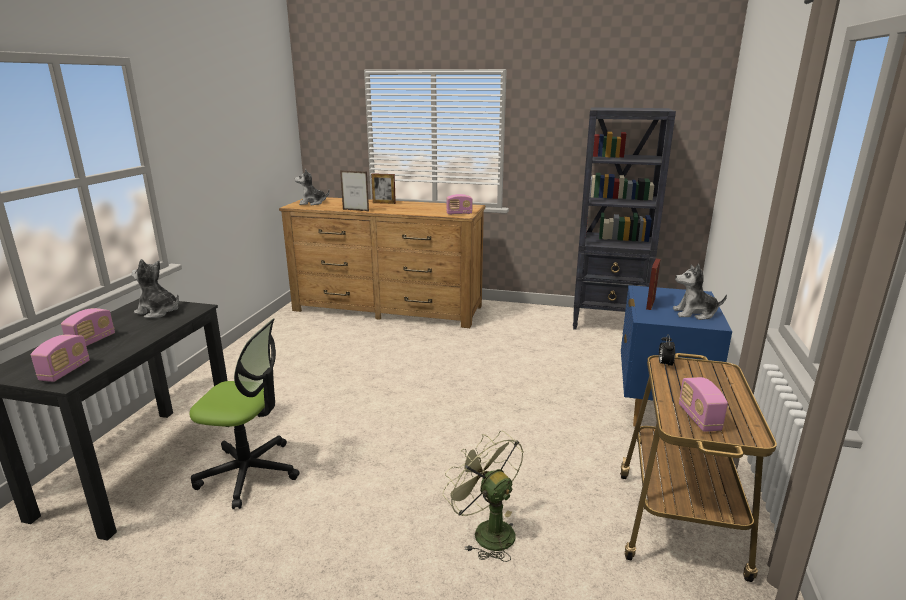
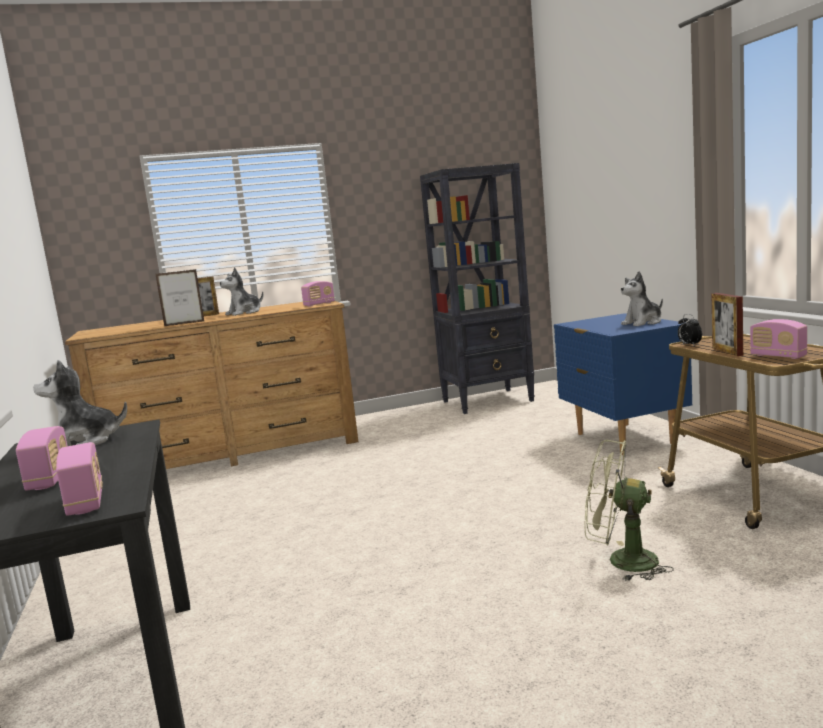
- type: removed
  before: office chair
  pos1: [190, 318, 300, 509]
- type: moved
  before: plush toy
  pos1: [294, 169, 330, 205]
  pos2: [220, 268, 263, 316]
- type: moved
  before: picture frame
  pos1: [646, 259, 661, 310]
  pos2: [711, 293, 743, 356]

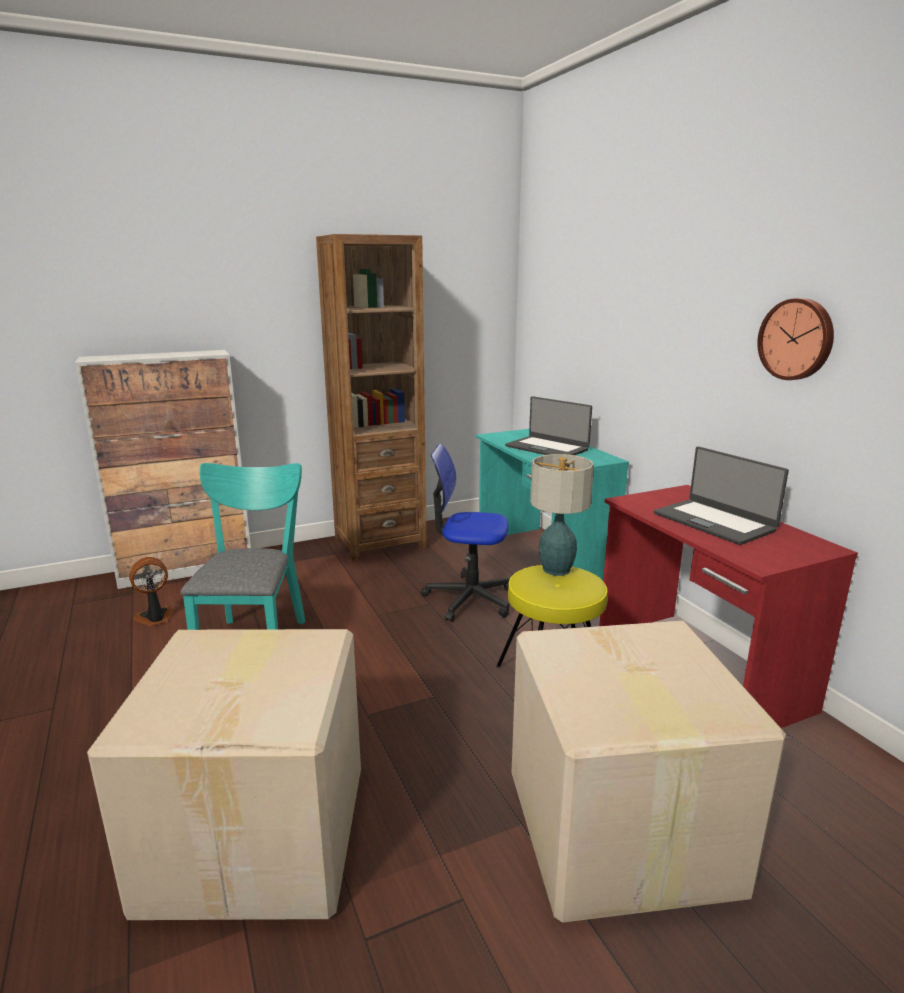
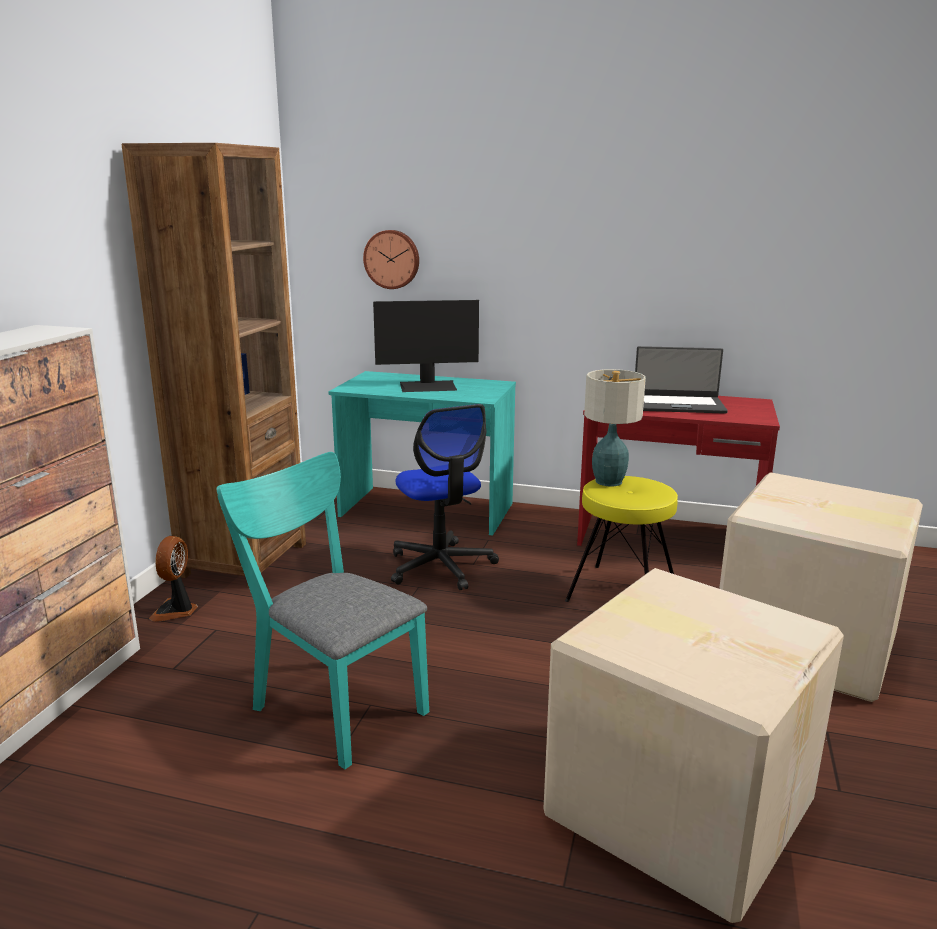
- type: moved
  before: fan
  pos1: [129, 557, 174, 626]
  pos2: [149, 536, 198, 621]
- type: moved
  before: wall clock
  pos1: [757, 298, 834, 380]
  pos2: [363, 230, 419, 289]
- type: replaced
  before: laptop
  after: monitor
  pos1: [505, 396, 592, 455]
  pos2: [373, 300, 479, 392]
- type: turned
  before: office chair
  pos1: [421, 444, 511, 622]
  pos2: [391, 404, 499, 590]
  turn: -75

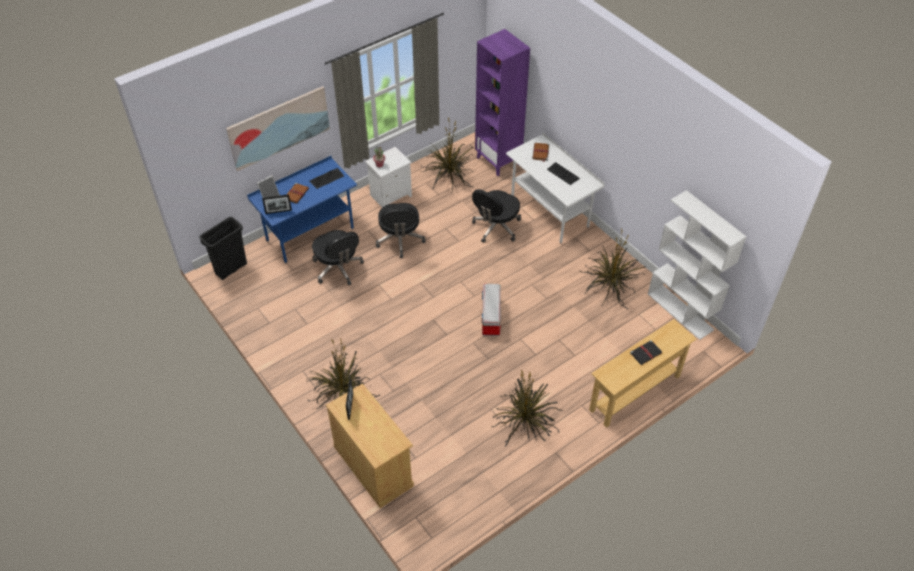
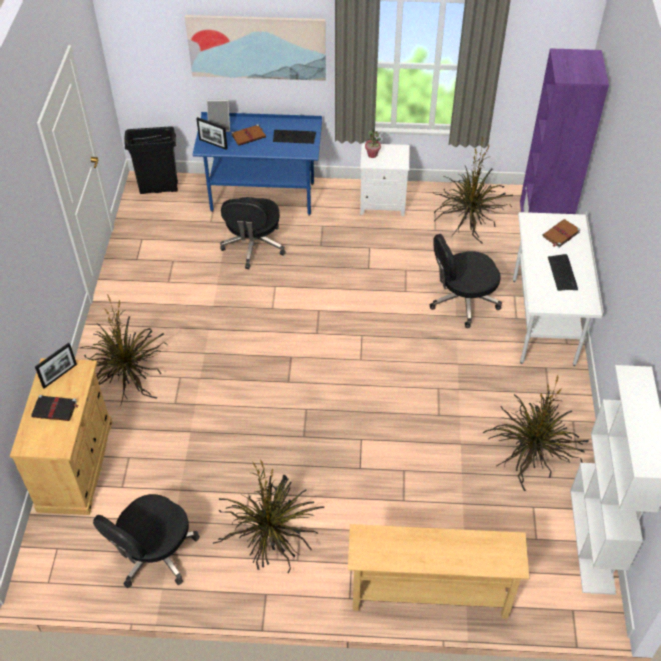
- type: removed
  before: storage box
  pos1: [482, 284, 501, 336]
- type: moved
  before: black office chair
  pos1: [376, 203, 426, 258]
  pos2: [93, 494, 200, 588]
- type: moved
  before: black book
  pos1: [630, 340, 662, 365]
  pos2: [31, 395, 79, 421]

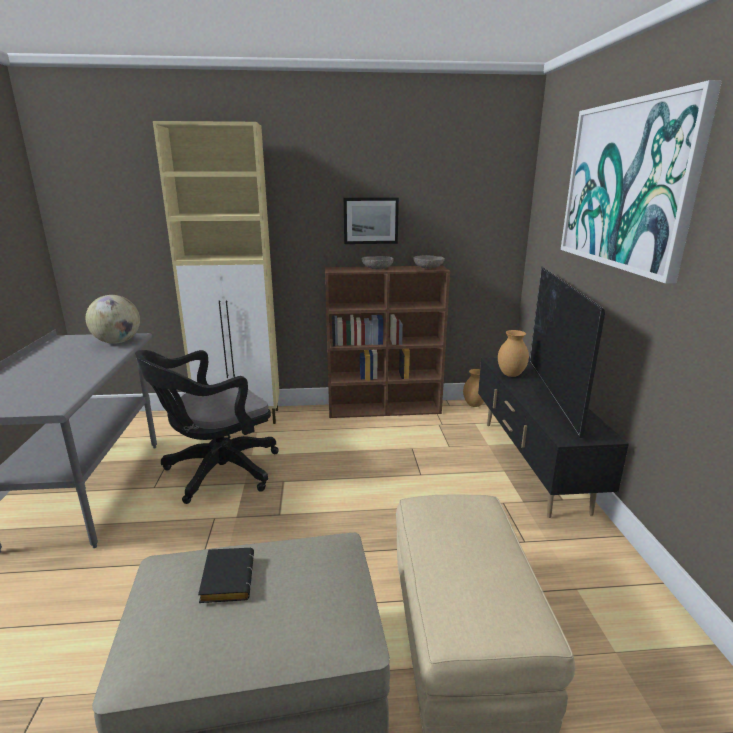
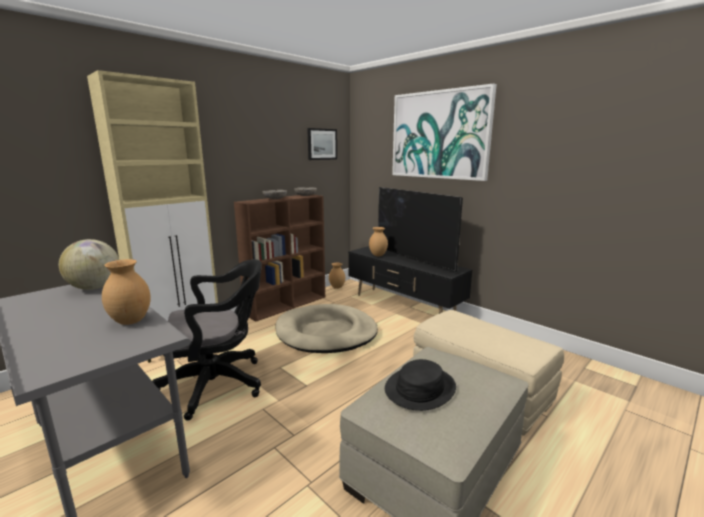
- type: added
  after: brown vase
  pos2: [102, 259, 151, 325]
- type: added
  after: beige dog bed
  pos2: [275, 304, 378, 353]
- type: moved
  before: picture
  pos1: [344, 197, 399, 244]
  pos2: [307, 128, 337, 160]
- type: replaced
  before: black book
  after: black hat
  pos1: [198, 548, 254, 603]
  pos2: [385, 359, 456, 411]
- type: turned
  before: black office chair
  pos1: [135, 350, 279, 504]
  pos2: [152, 259, 262, 421]
  turn: -120

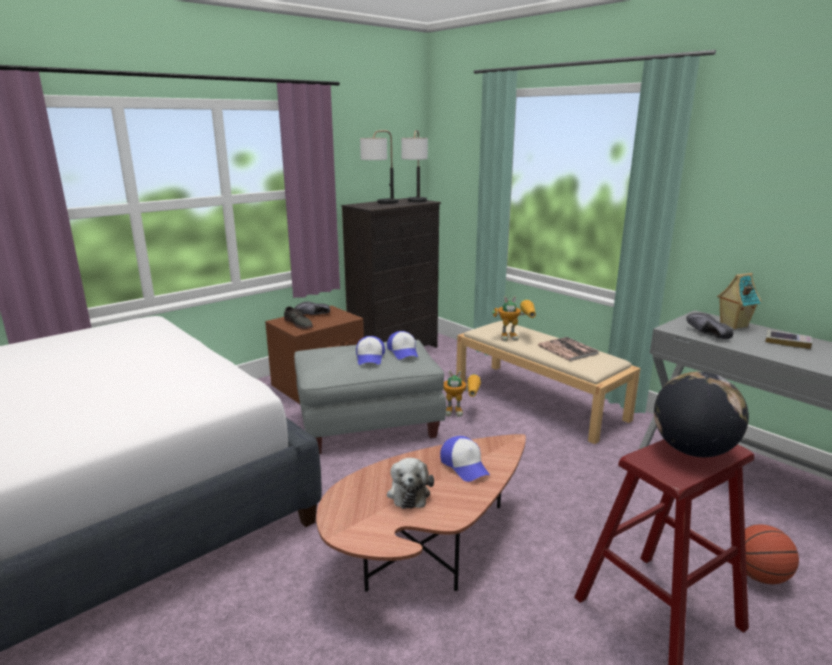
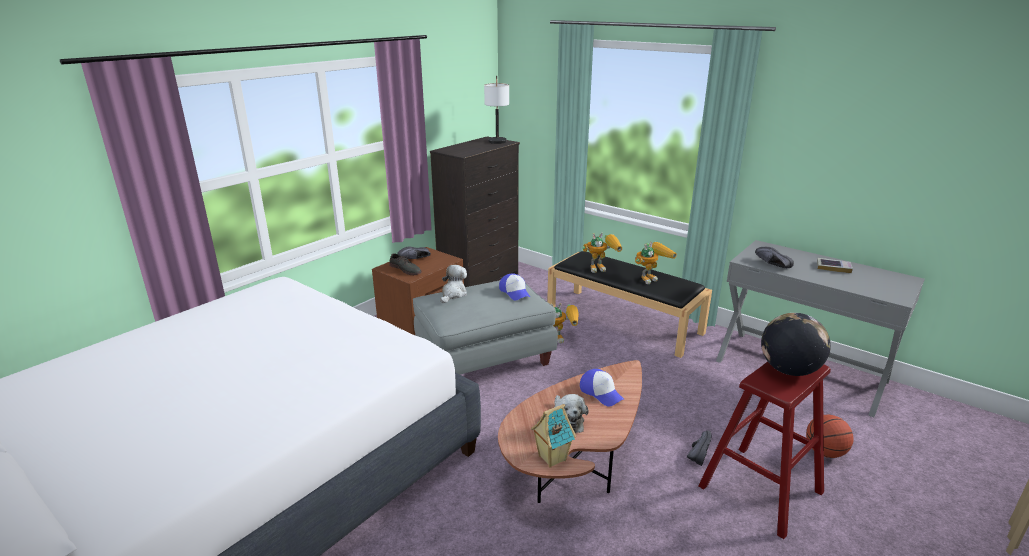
- type: removed
  before: cap
  pos1: [356, 336, 385, 365]
- type: removed
  before: table lamp
  pos1: [360, 130, 398, 204]
- type: added
  after: plush toy
  pos2: [440, 265, 467, 303]
- type: added
  after: black shoe
  pos2: [687, 430, 712, 466]
- type: moved
  before: toy house
  pos1: [717, 273, 762, 329]
  pos2: [531, 404, 576, 468]
- type: replaced
  before: book
  after: toy robot
  pos1: [538, 337, 599, 361]
  pos2: [635, 241, 677, 284]
- type: recoloured
  before: beige bench
  after: black bench
  pos1: [456, 321, 640, 444]
  pos2: [547, 251, 712, 358]

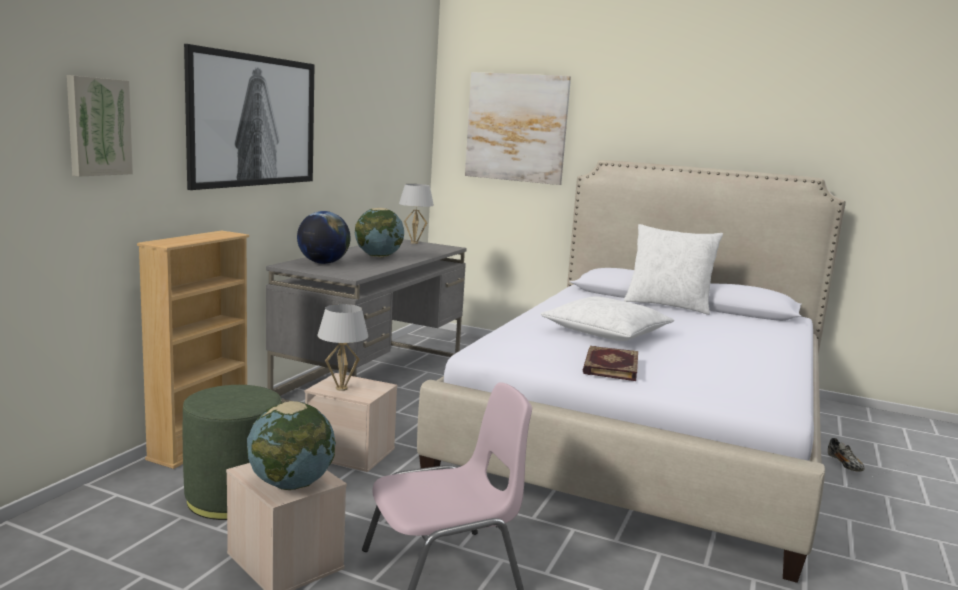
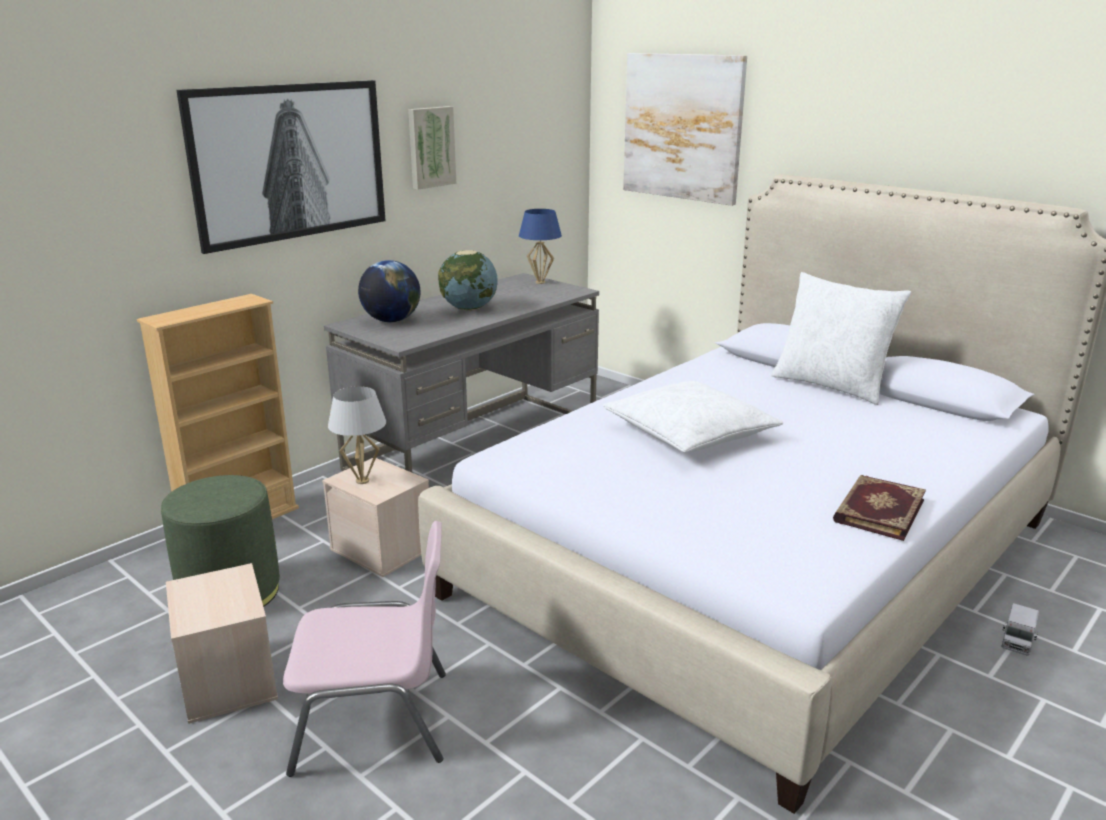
- type: removed
  before: globe
  pos1: [247, 401, 336, 490]
- type: moved
  before: picture
  pos1: [67, 75, 133, 177]
  pos2: [408, 106, 456, 190]
- type: moved
  before: book
  pos1: [583, 346, 638, 381]
  pos2: [833, 475, 926, 541]
- type: replaced
  before: shoe
  after: toy truck
  pos1: [828, 438, 865, 472]
  pos2: [1002, 603, 1039, 656]
- type: recoloured
  before: white table lamp
  after: blue table lamp
  pos1: [399, 184, 434, 244]
  pos2: [519, 209, 562, 284]

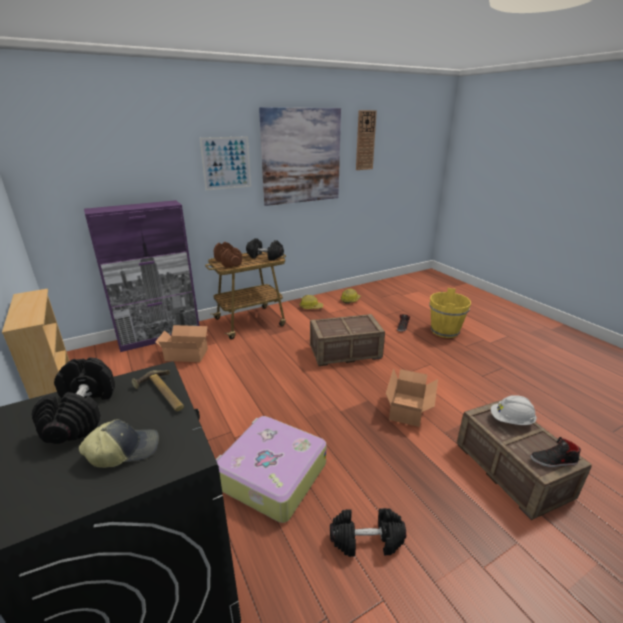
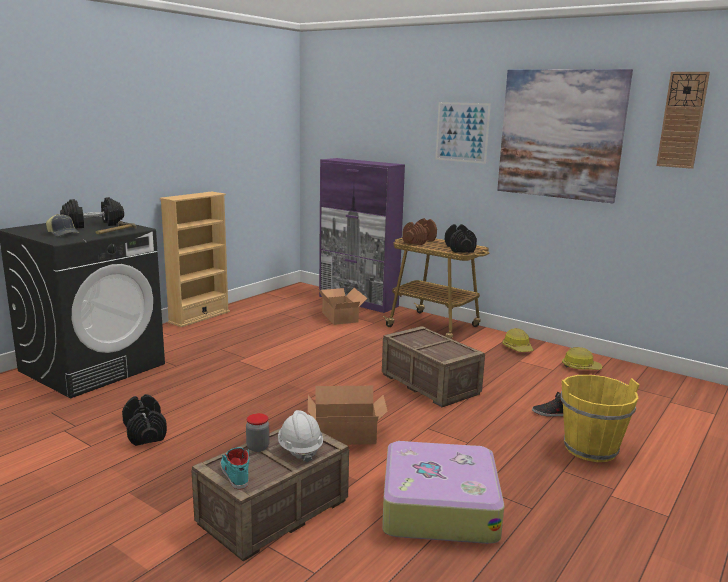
- type: added
  after: jar
  pos2: [246, 413, 270, 452]
- type: moved
  before: suitcase
  pos1: [216, 416, 327, 523]
  pos2: [382, 441, 504, 544]
- type: recoloured
  before: black shoe
  after: turquoise shoe
  pos1: [530, 437, 581, 467]
  pos2: [221, 447, 249, 489]

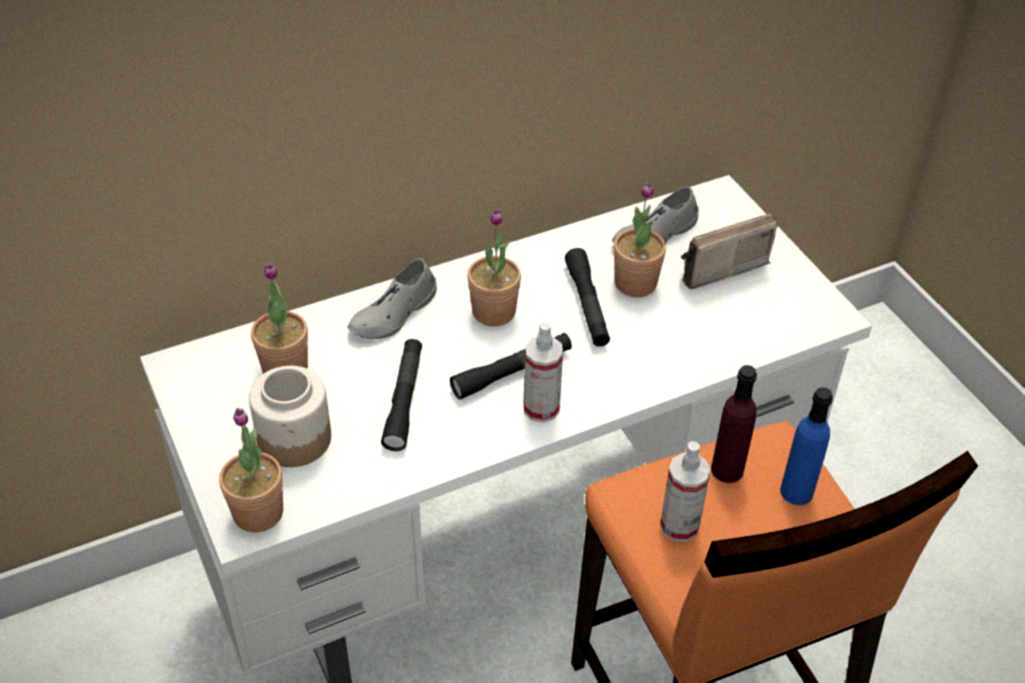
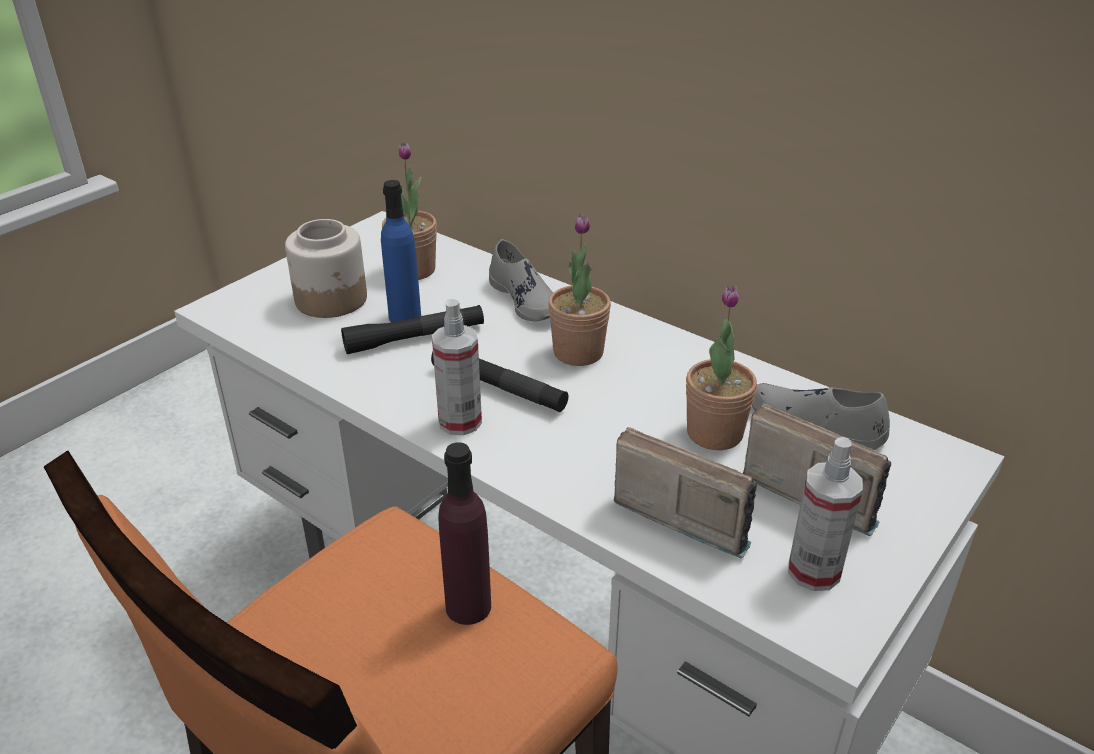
- type: removed
  before: potted plant
  pos1: [219, 408, 283, 532]
- type: removed
  before: black flashlight
  pos1: [565, 248, 610, 347]
- type: added
  after: radio
  pos2: [614, 427, 757, 558]
- type: moved
  before: spray bottle
  pos1: [660, 441, 711, 542]
  pos2: [788, 437, 863, 591]
- type: moved
  before: blue bottle
  pos1: [780, 387, 833, 505]
  pos2: [381, 180, 421, 322]
- type: turned
  before: grey shoe
  pos1: [347, 258, 437, 339]
  pos2: [489, 239, 553, 321]
  turn: -135

